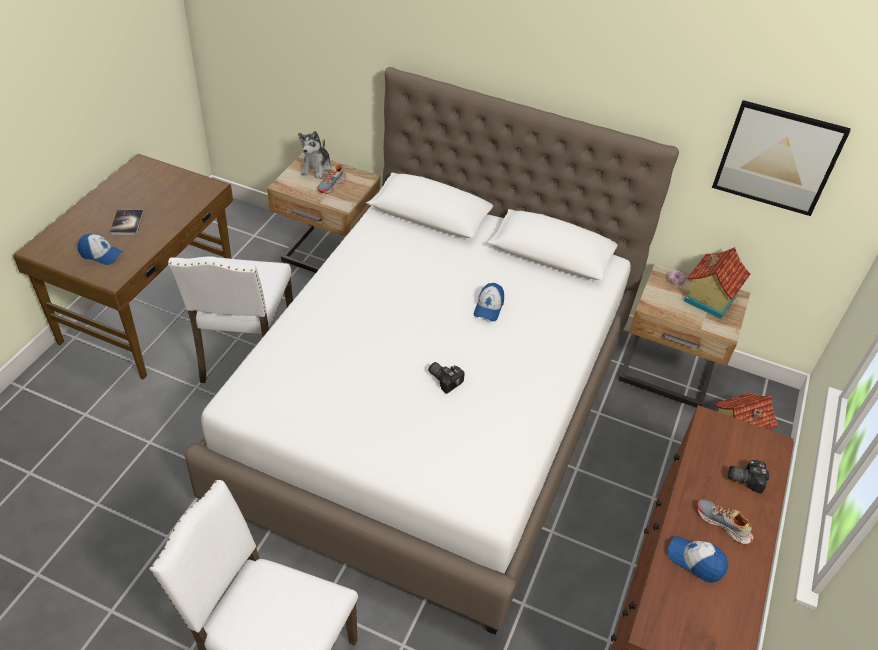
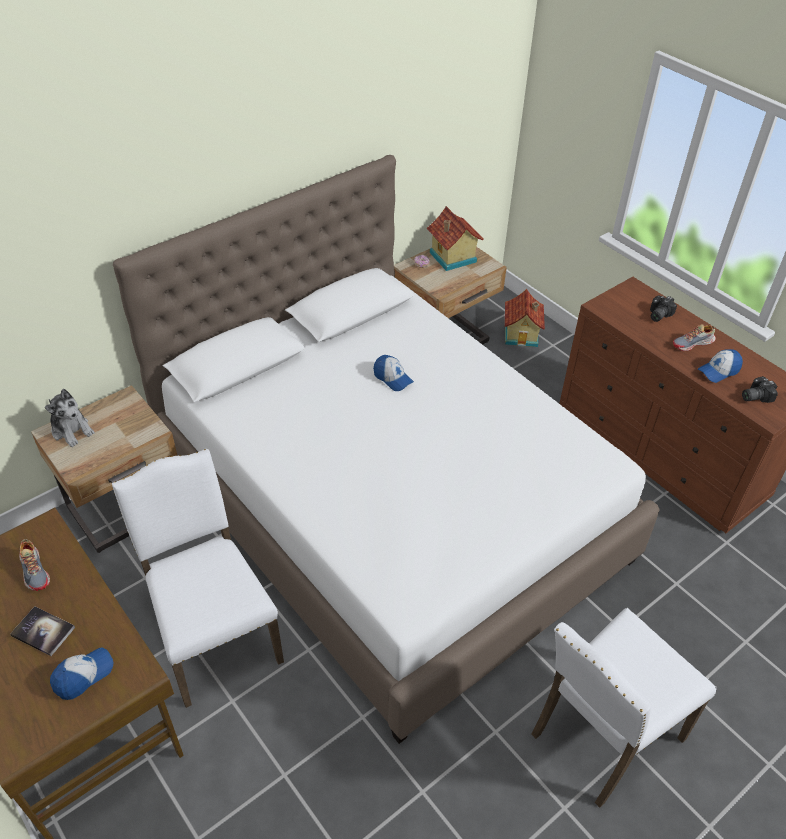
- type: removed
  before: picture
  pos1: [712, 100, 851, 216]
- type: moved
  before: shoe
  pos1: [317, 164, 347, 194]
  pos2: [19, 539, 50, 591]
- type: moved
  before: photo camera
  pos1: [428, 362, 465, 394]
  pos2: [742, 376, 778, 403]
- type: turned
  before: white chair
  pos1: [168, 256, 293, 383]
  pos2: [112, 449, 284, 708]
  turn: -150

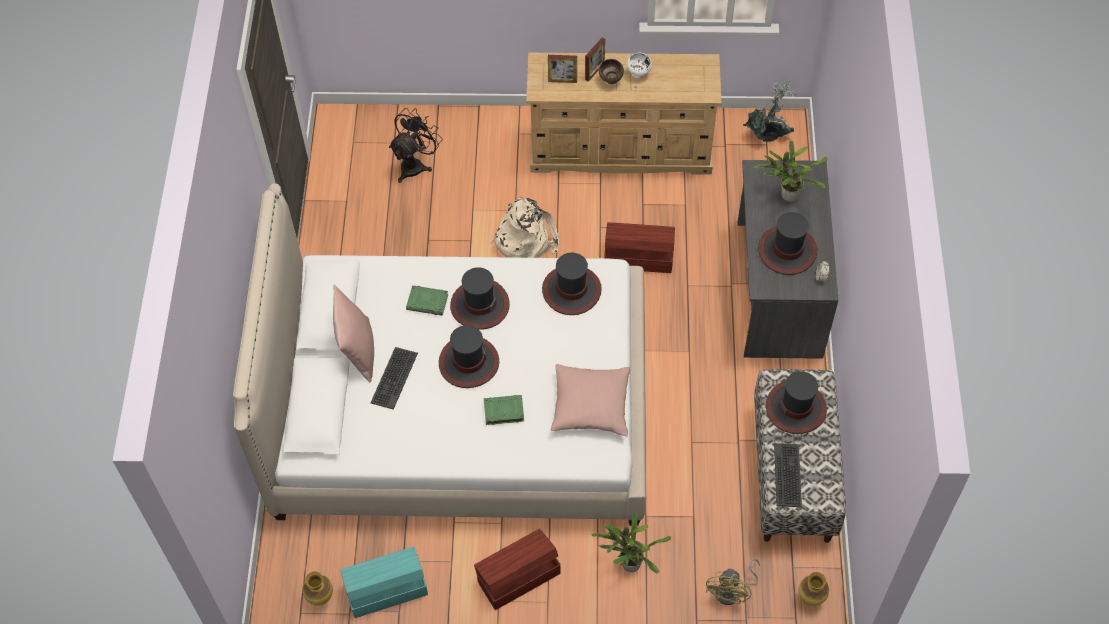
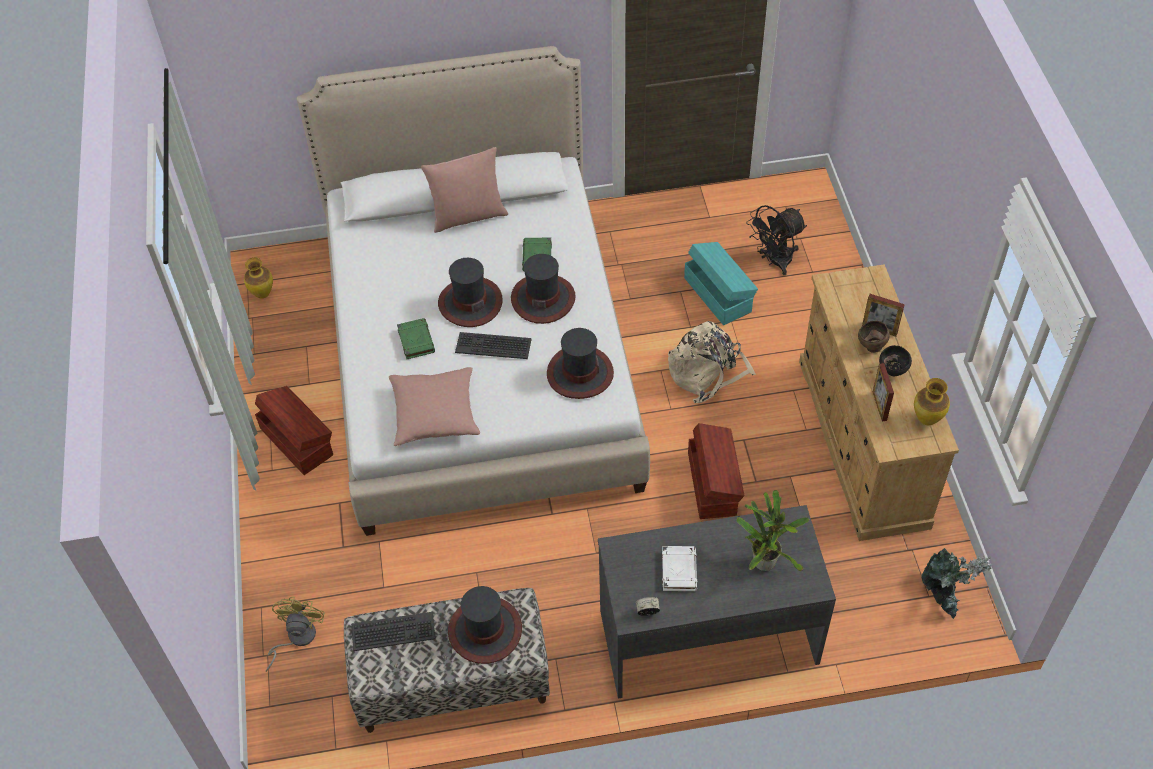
- type: removed
  before: potted plant
  pos1: [592, 513, 671, 574]
- type: moved
  before: turquoise storage box
  pos1: [341, 546, 428, 618]
  pos2: [684, 242, 758, 325]
- type: moved
  before: keyboard
  pos1: [371, 347, 418, 410]
  pos2: [455, 332, 531, 359]
- type: moved
  before: picture frame
  pos1: [548, 55, 577, 83]
  pos2: [873, 363, 894, 421]
- type: moved
  before: vase
  pos1: [799, 572, 829, 606]
  pos2: [914, 378, 950, 425]
- type: replaced
  before: hat
  after: white book
  pos1: [758, 212, 818, 275]
  pos2: [662, 546, 697, 591]
- type: recoloured
  before: white bowl
  after: black bowl
  pos1: [627, 53, 652, 78]
  pos2: [879, 345, 912, 377]
- type: turned
  before: black fan
  pos1: [389, 108, 443, 183]
  pos2: [746, 205, 807, 275]
  turn: 120
- type: turned
  before: yellow fan
  pos1: [706, 559, 760, 605]
  pos2: [266, 596, 325, 672]
  turn: 90

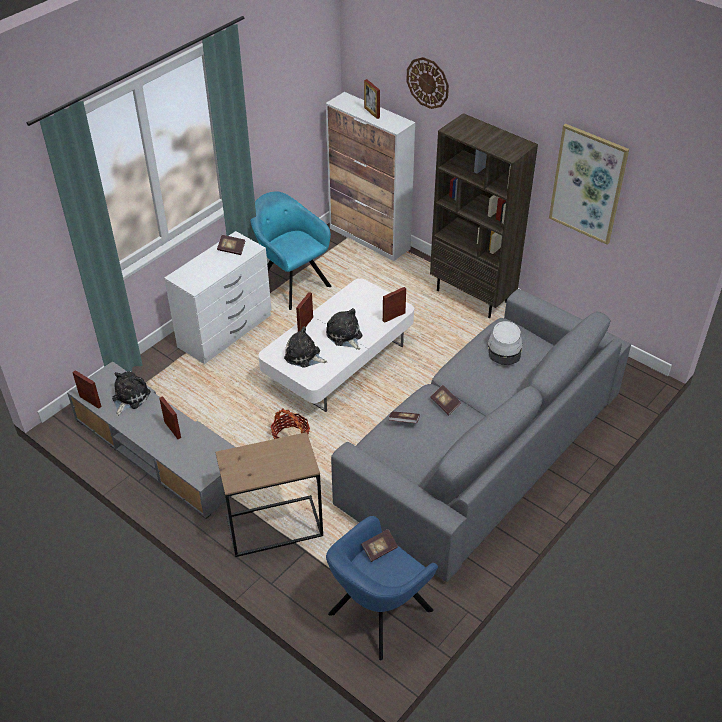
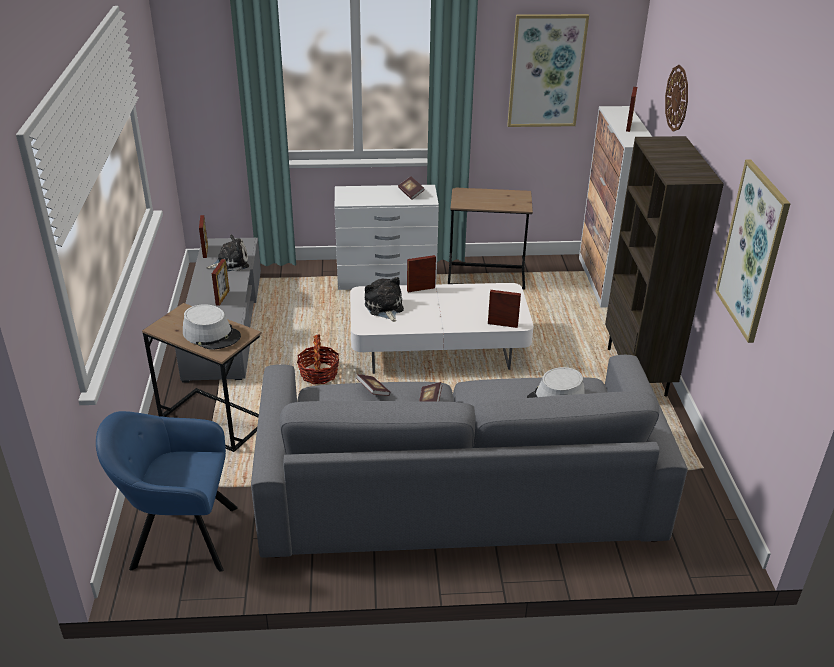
- type: removed
  before: plush toy
  pos1: [326, 308, 362, 350]
- type: removed
  before: book
  pos1: [361, 529, 398, 562]
- type: added
  after: grey hat
  pos2: [183, 304, 241, 350]
- type: added
  after: picture
  pos2: [507, 14, 589, 127]
- type: replaced
  before: turquoise armchair
  after: brown side table
  pos1: [250, 192, 332, 310]
  pos2: [448, 188, 533, 290]

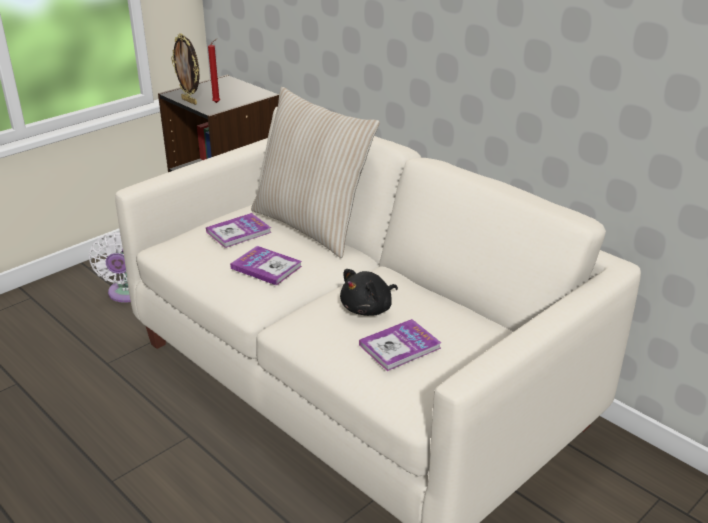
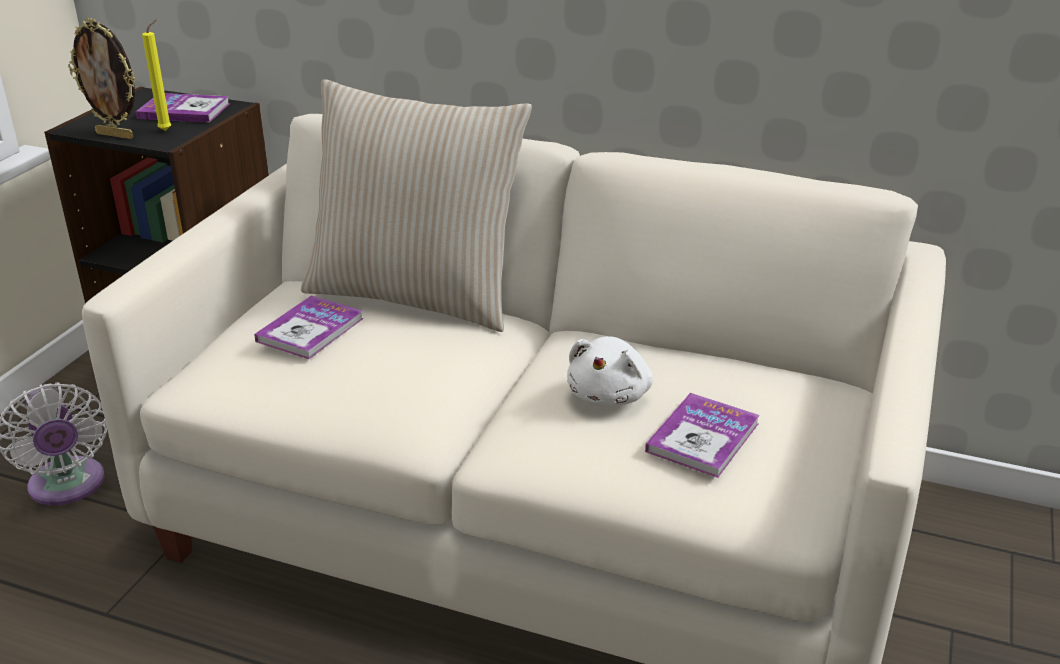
- type: moved
  before: book
  pos1: [230, 246, 302, 286]
  pos2: [136, 93, 230, 123]
- type: recoloured
  before: red candle
  after: yellow candle
  pos1: [208, 38, 220, 103]
  pos2: [142, 20, 171, 131]
- type: recoloured
  before: black plush toy
  after: white plush toy
  pos1: [340, 269, 398, 316]
  pos2: [567, 336, 653, 407]

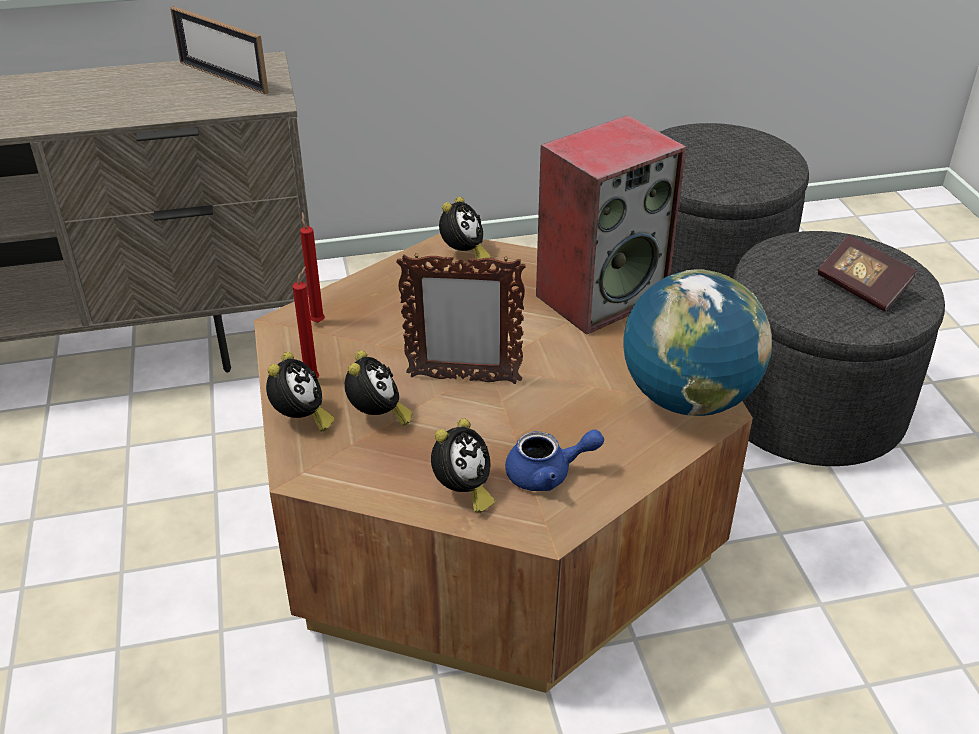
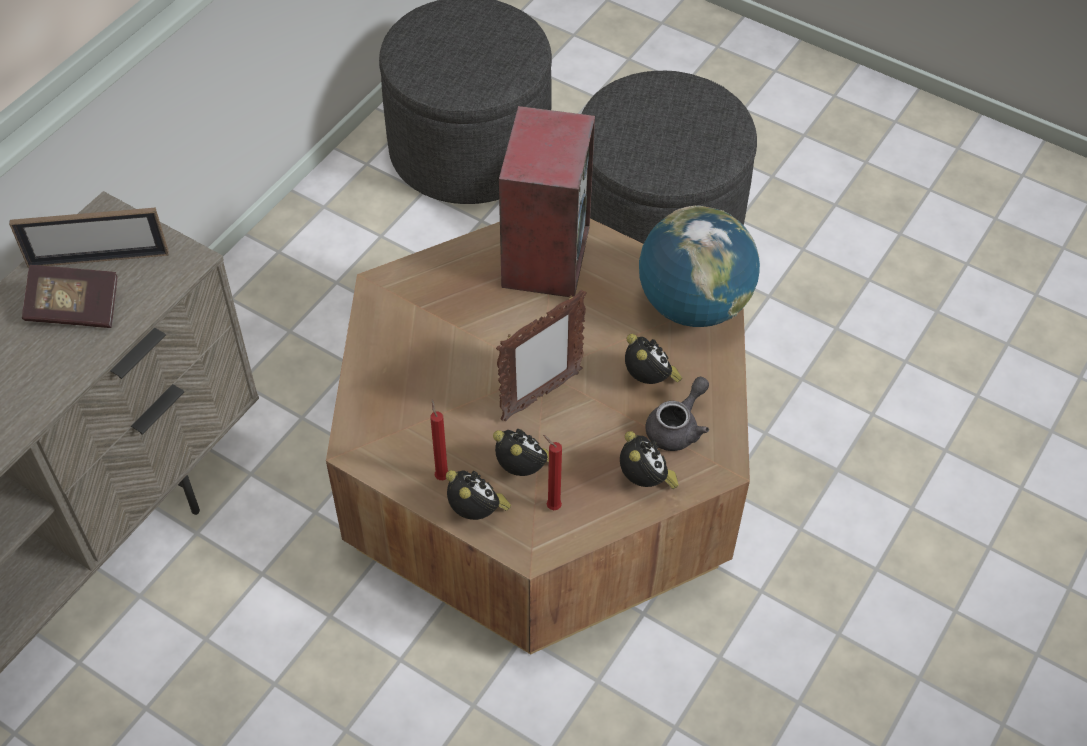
- type: moved
  before: red candle
  pos1: [300, 212, 325, 323]
  pos2: [543, 435, 562, 510]
- type: moved
  before: alarm clock
  pos1: [439, 197, 491, 259]
  pos2: [625, 334, 682, 384]
- type: moved
  before: book
  pos1: [818, 235, 917, 312]
  pos2: [22, 265, 118, 328]
- type: recoloured
  before: blue teapot
  after: grey teapot
  pos1: [505, 430, 604, 491]
  pos2: [646, 377, 709, 451]

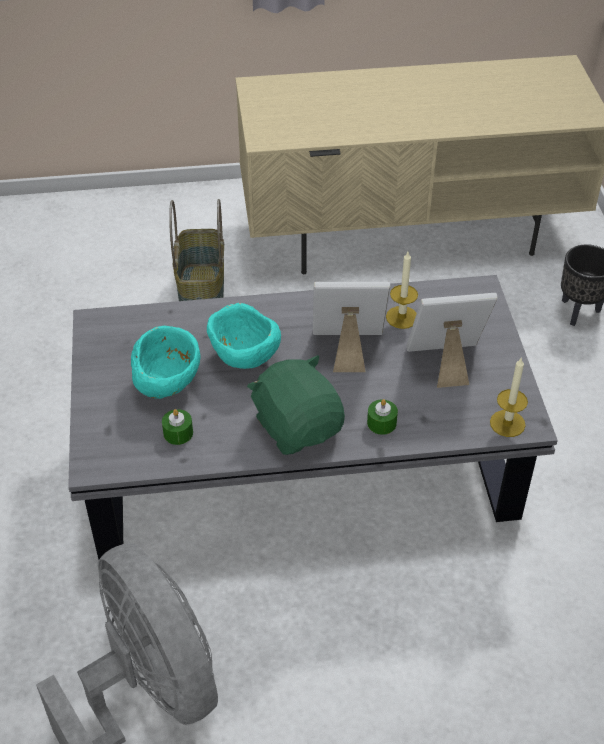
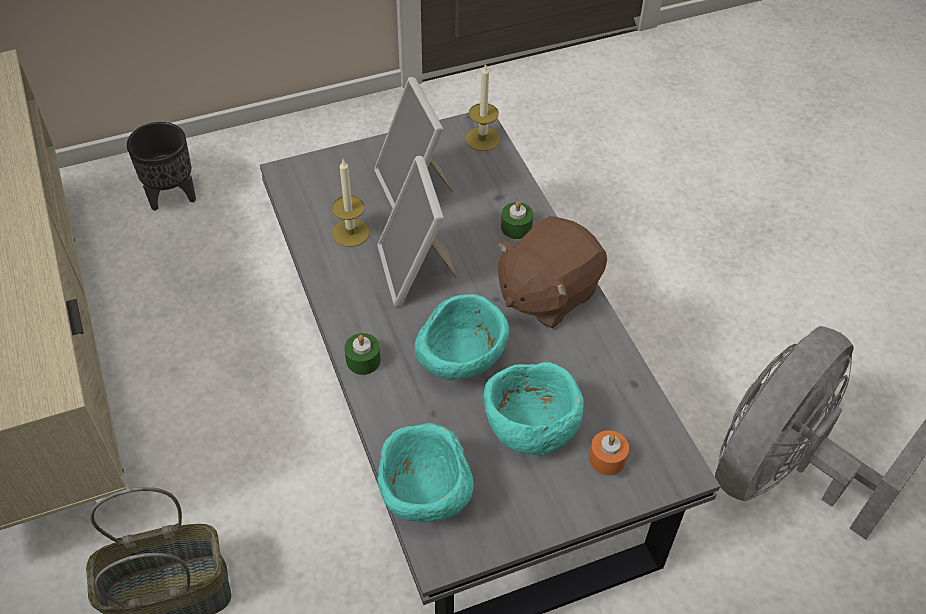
- type: added
  after: turquoise bowl
  pos2: [378, 423, 474, 522]
- type: added
  after: orange candle
  pos2: [589, 430, 629, 475]
- type: moved
  before: green candle
  pos1: [162, 409, 193, 445]
  pos2: [344, 333, 381, 375]
- type: recoloured
  before: green plush toy
  after: brown plush toy
  pos1: [247, 355, 345, 455]
  pos2: [497, 216, 607, 328]

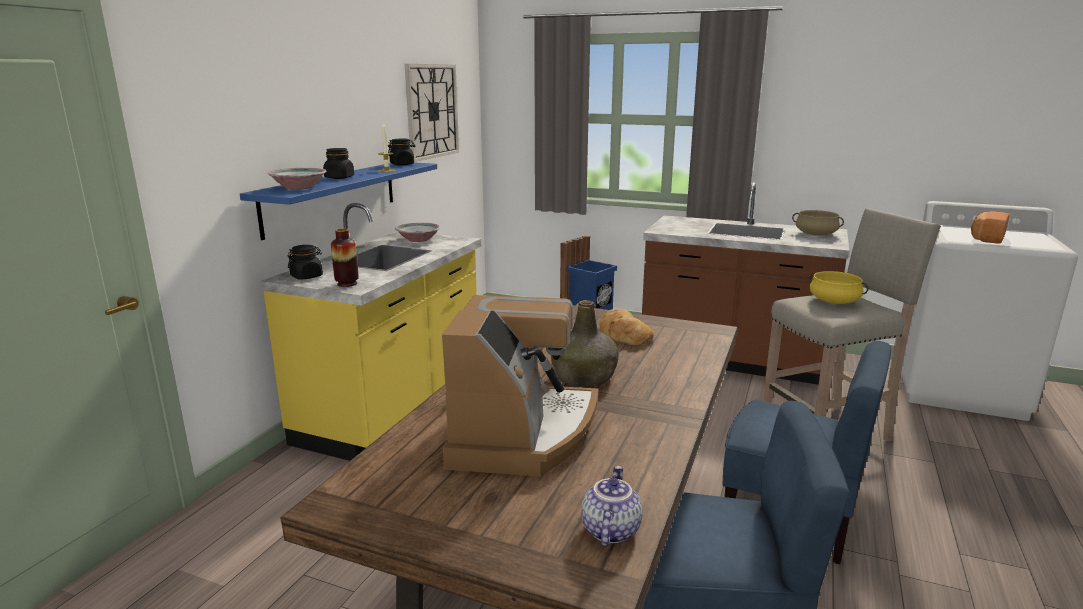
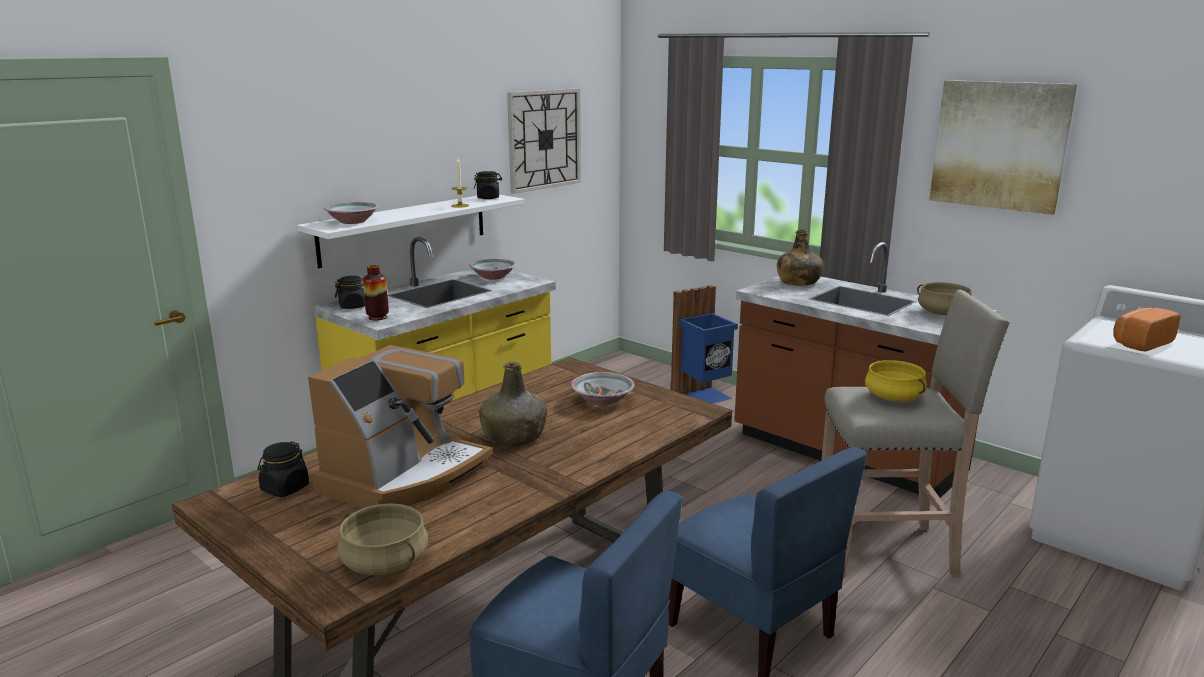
- type: added
  after: green bottle
  pos2: [777, 229, 824, 285]
- type: added
  after: picture
  pos2: [929, 80, 1077, 215]
- type: moved
  before: black jar
  pos1: [323, 148, 354, 179]
  pos2: [258, 441, 309, 497]
- type: replaced
  before: teapot
  after: beige cooking pot
  pos1: [581, 466, 643, 546]
  pos2: [337, 503, 428, 576]
- type: replaced
  before: bread
  after: bowl
  pos1: [599, 308, 653, 346]
  pos2: [571, 372, 634, 406]
- type: recoloured
  before: blue shelf
  after: white shelf
  pos1: [240, 163, 437, 240]
  pos2: [297, 195, 525, 268]

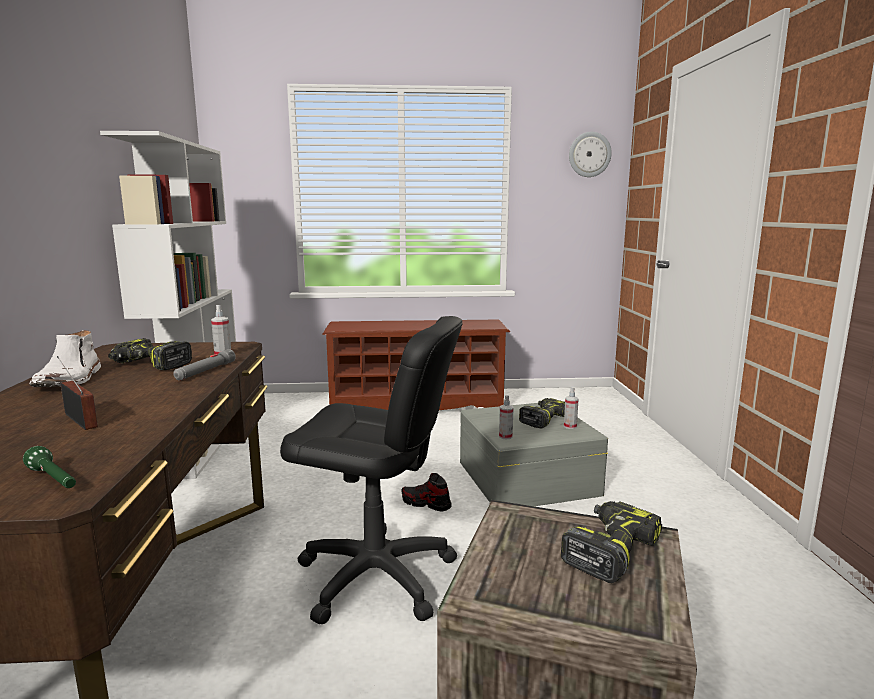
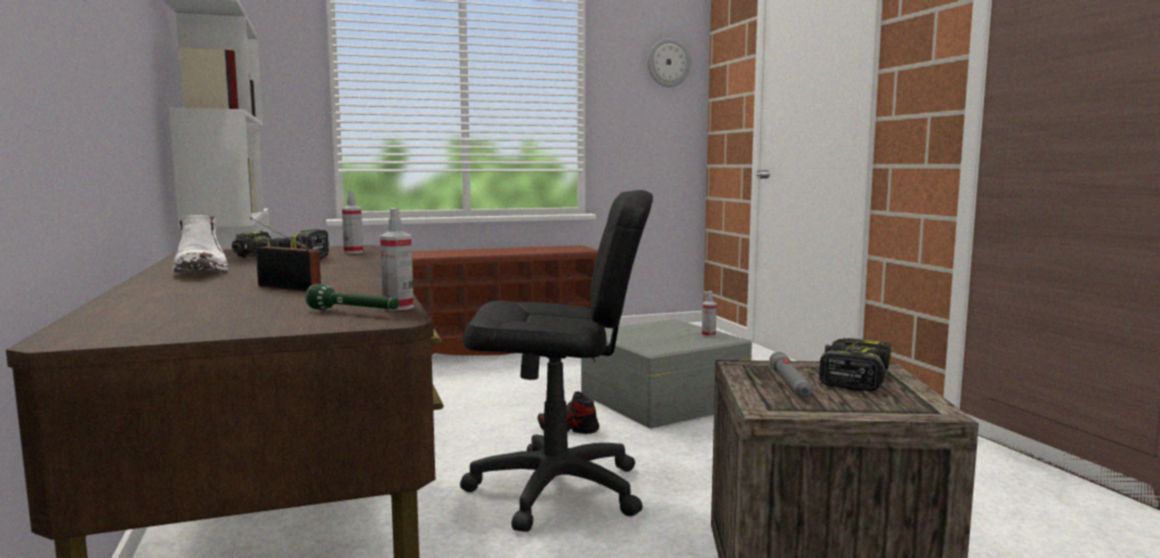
- type: removed
  before: power drill
  pos1: [519, 398, 565, 429]
- type: moved
  before: grey flashlight
  pos1: [173, 349, 236, 381]
  pos2: [769, 352, 812, 398]
- type: moved
  before: spray bottle
  pos1: [499, 395, 514, 440]
  pos2: [380, 208, 414, 310]

